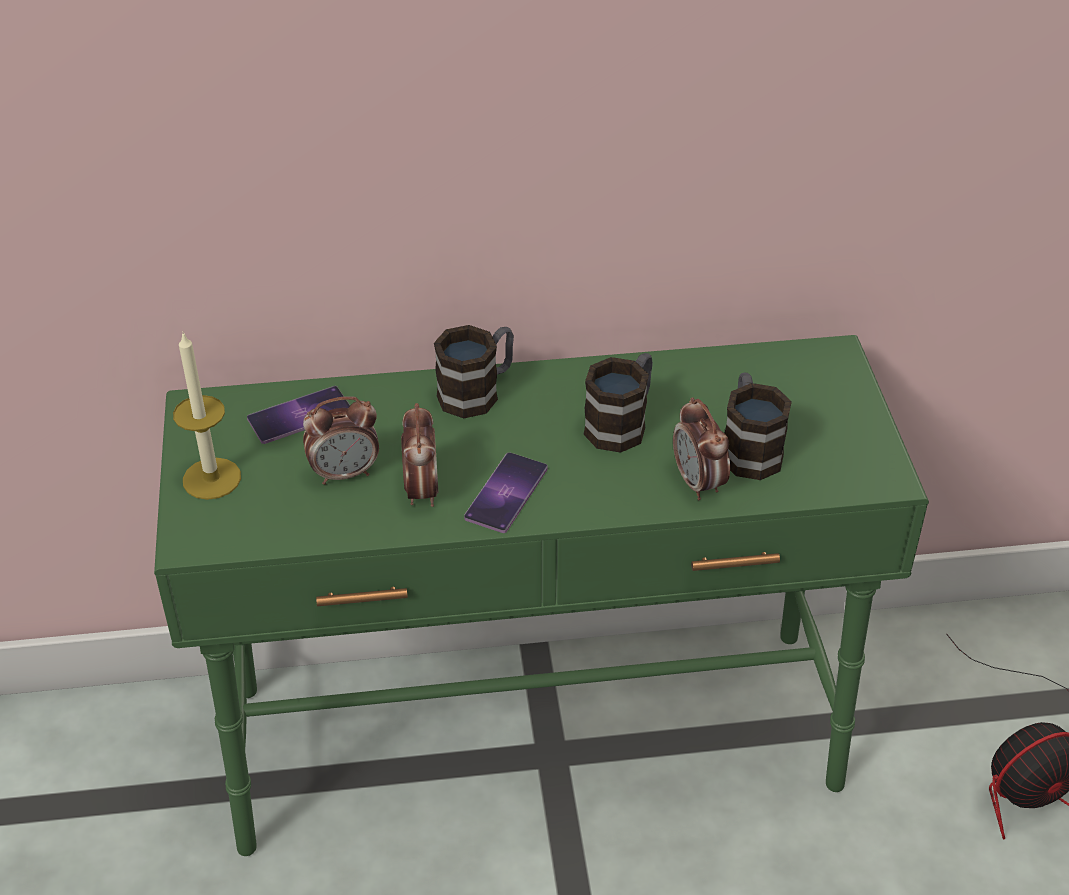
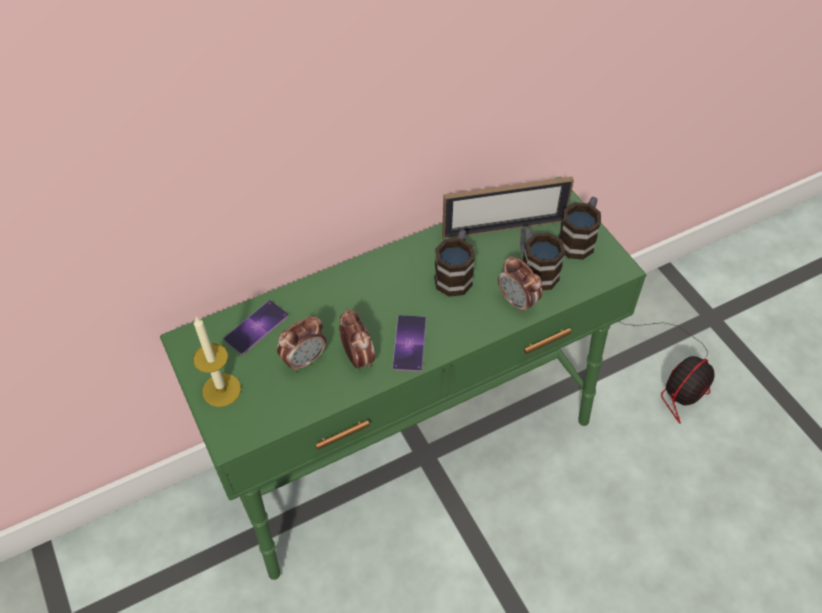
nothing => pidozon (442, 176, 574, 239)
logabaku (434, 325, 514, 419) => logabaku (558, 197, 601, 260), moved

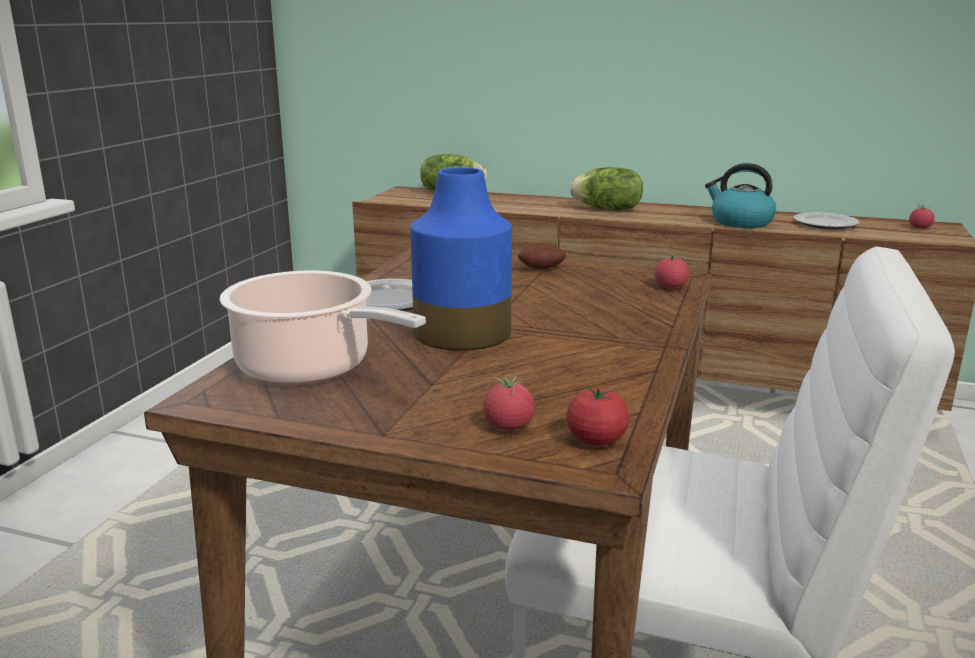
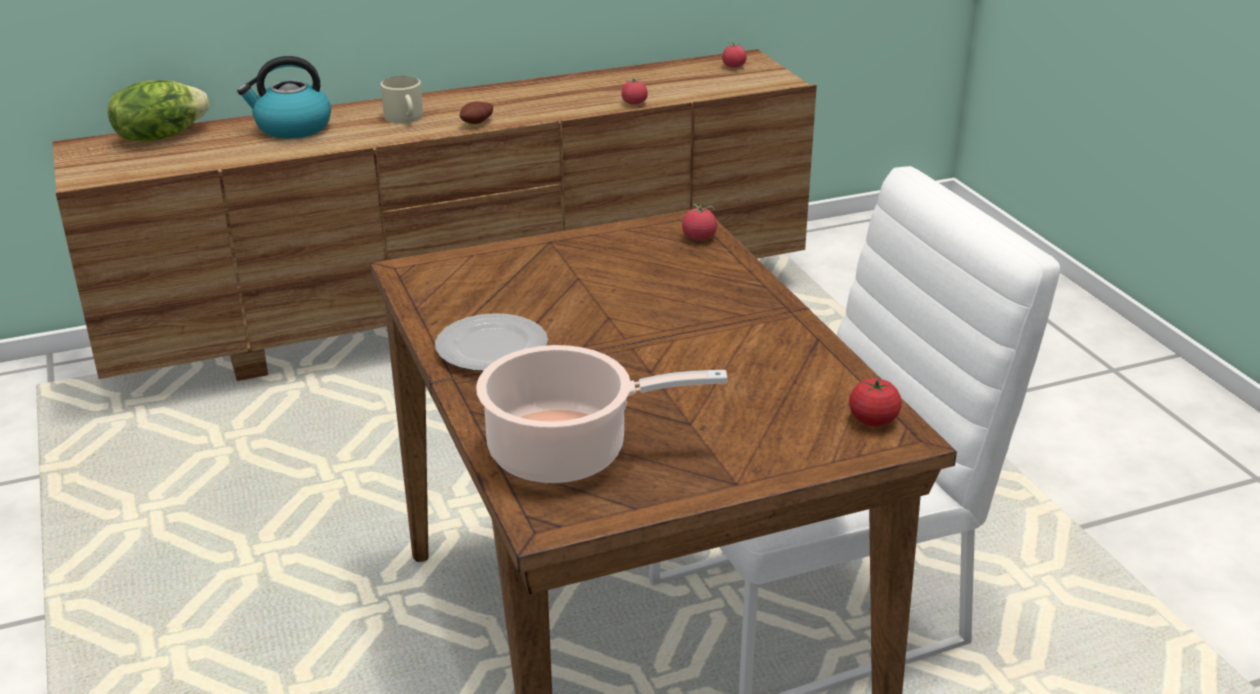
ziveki (705, 163, 776, 228) => ziveki (237, 56, 331, 139), moved
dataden (569, 167, 643, 211) => logabaku (beige) (381, 76, 423, 123)
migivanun (518, 244, 566, 270) => migivanun (459, 102, 493, 124), moved
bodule (483, 376, 535, 430) => bodule (621, 77, 648, 105), moved
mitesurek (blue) (410, 167, 512, 351) => nothing
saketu (793, 212, 859, 230) => nothing

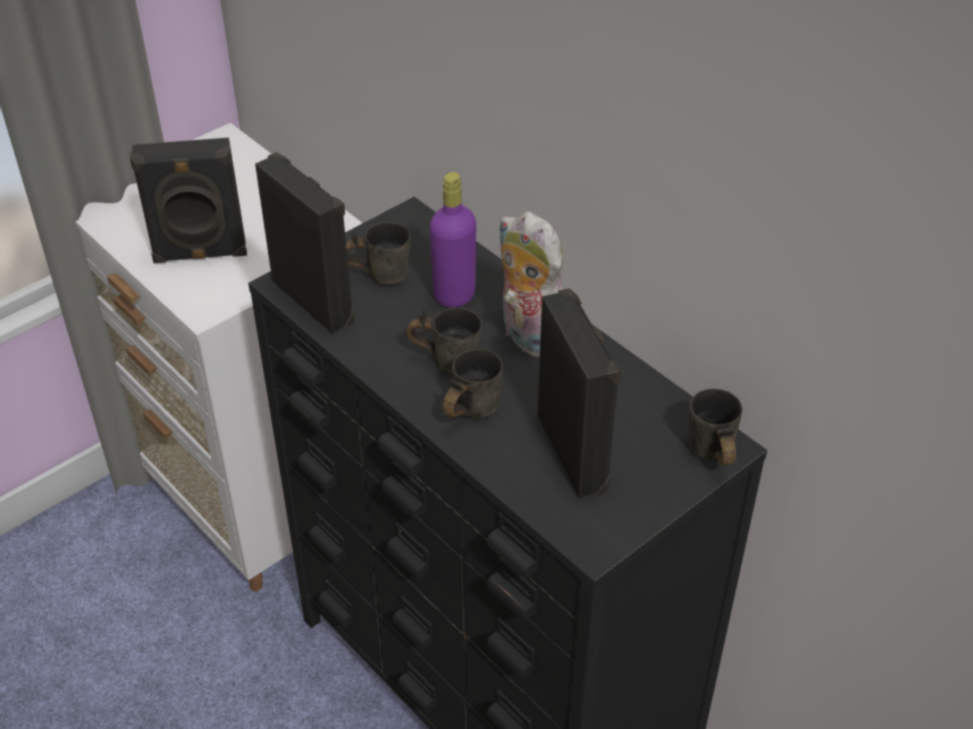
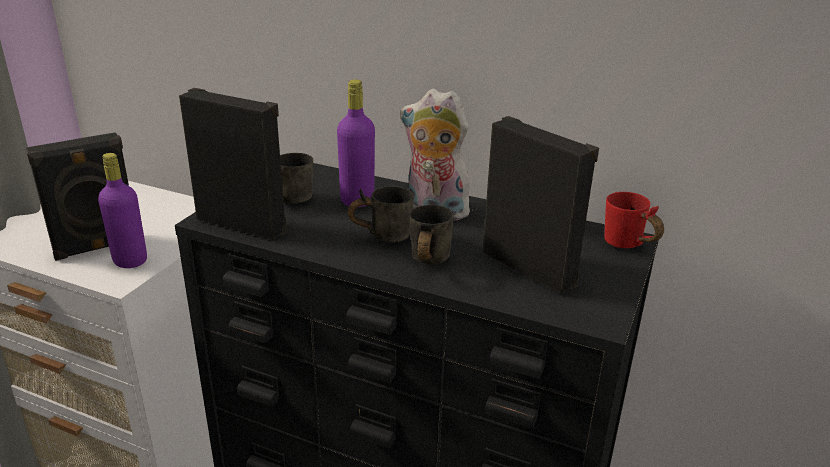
nothing => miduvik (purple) (98, 153, 147, 268)
logabaku (grey) (689, 389, 742, 466) => logabaku (red) (604, 192, 664, 248)

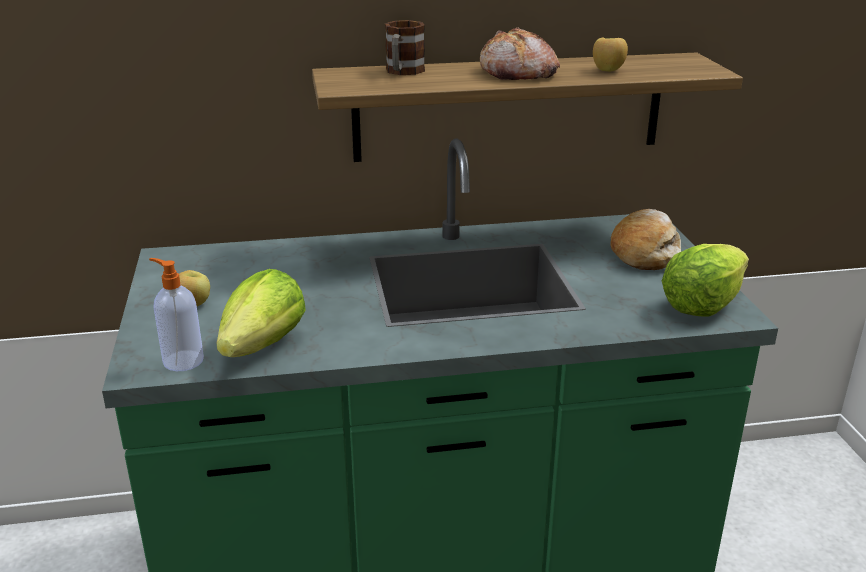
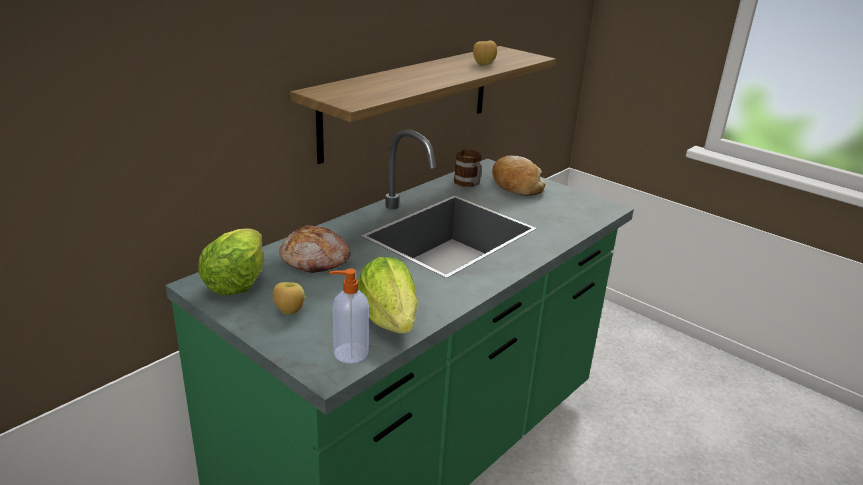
dataden (662, 244, 749, 317) => dataden (198, 229, 263, 295), moved
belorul (480, 27, 560, 80) => belorul (279, 225, 351, 273), moved
logabaku (385, 20, 425, 75) => logabaku (454, 150, 482, 187), moved

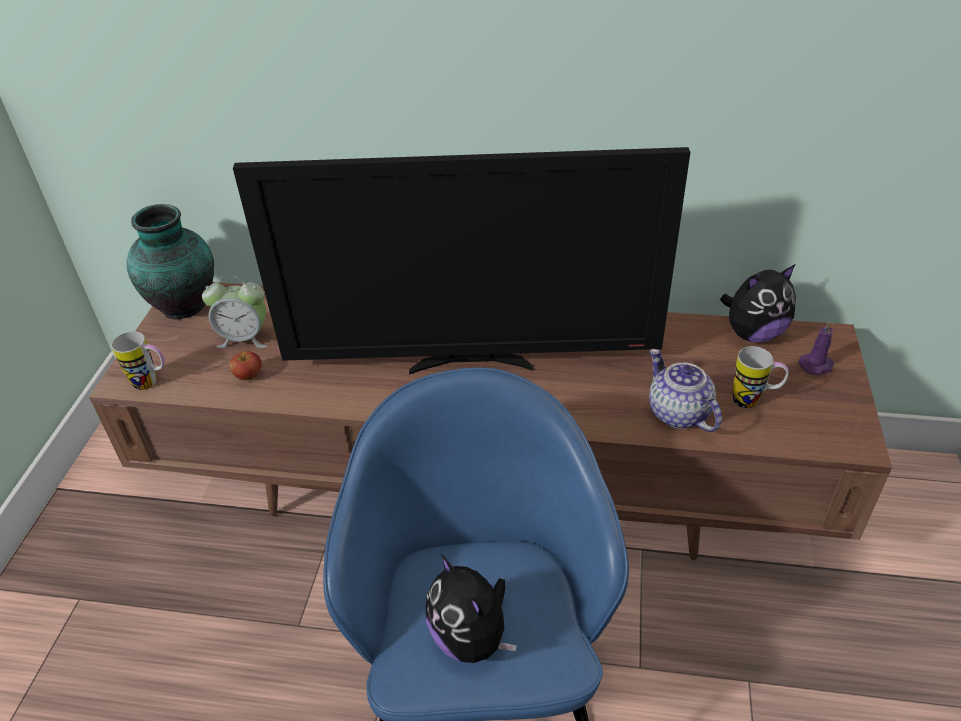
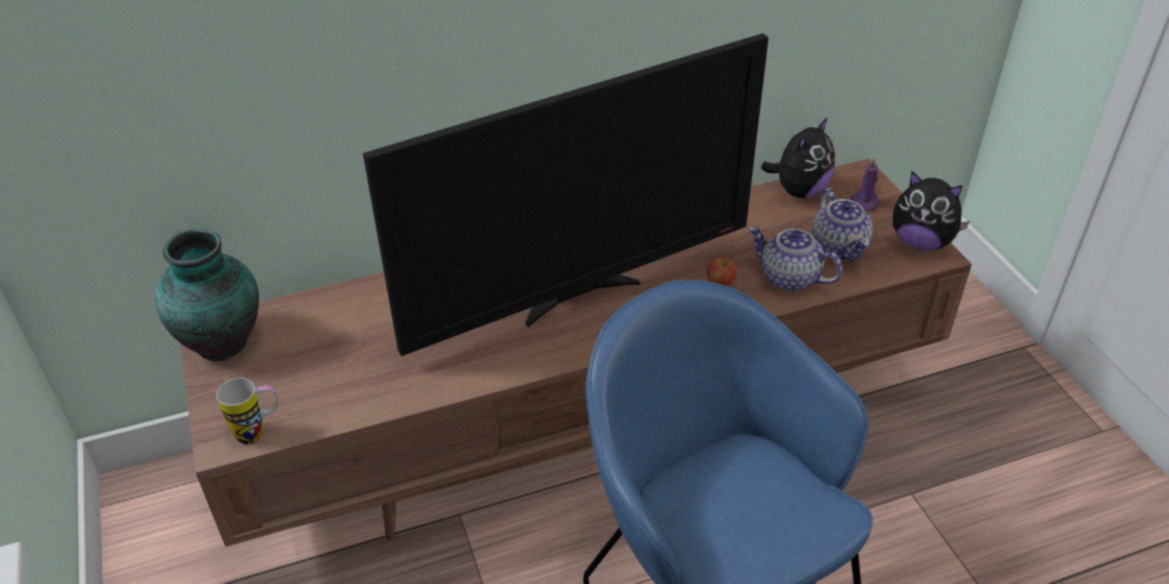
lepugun (229, 351, 261, 380) => lepugun (707, 257, 737, 286), moved
logabaku (733, 346, 789, 408) => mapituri (812, 188, 873, 262)
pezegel (426, 554, 517, 663) => pezegel (893, 171, 970, 250), moved
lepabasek (202, 275, 267, 348) => nothing

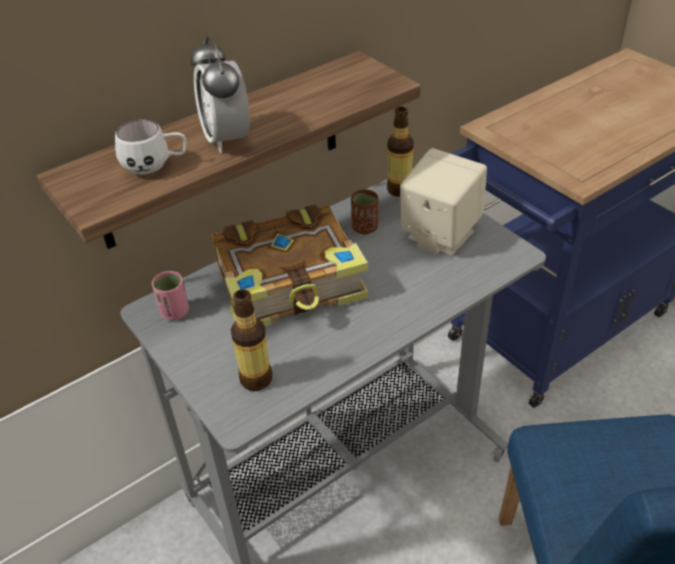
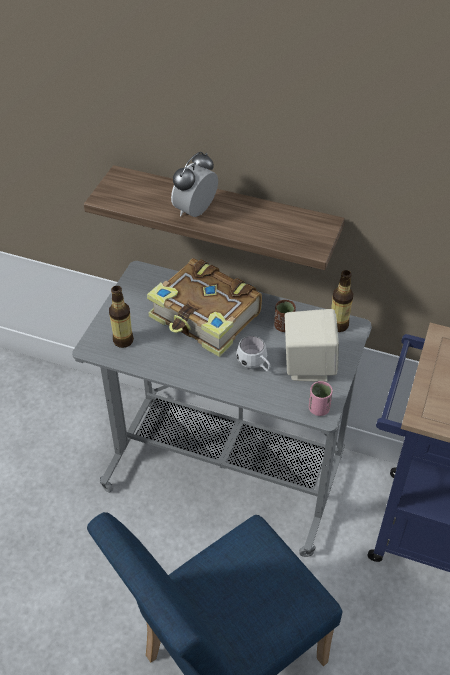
logabaku (white) (115, 120, 187, 175) => logabaku (white) (236, 336, 270, 371), moved
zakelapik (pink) (152, 271, 189, 320) => zakelapik (pink) (309, 381, 333, 416), moved

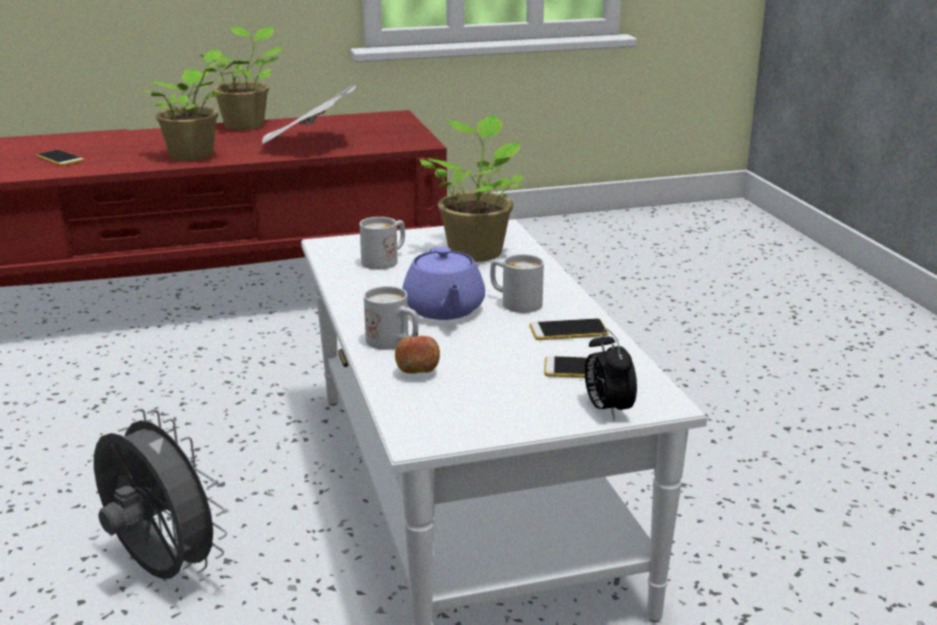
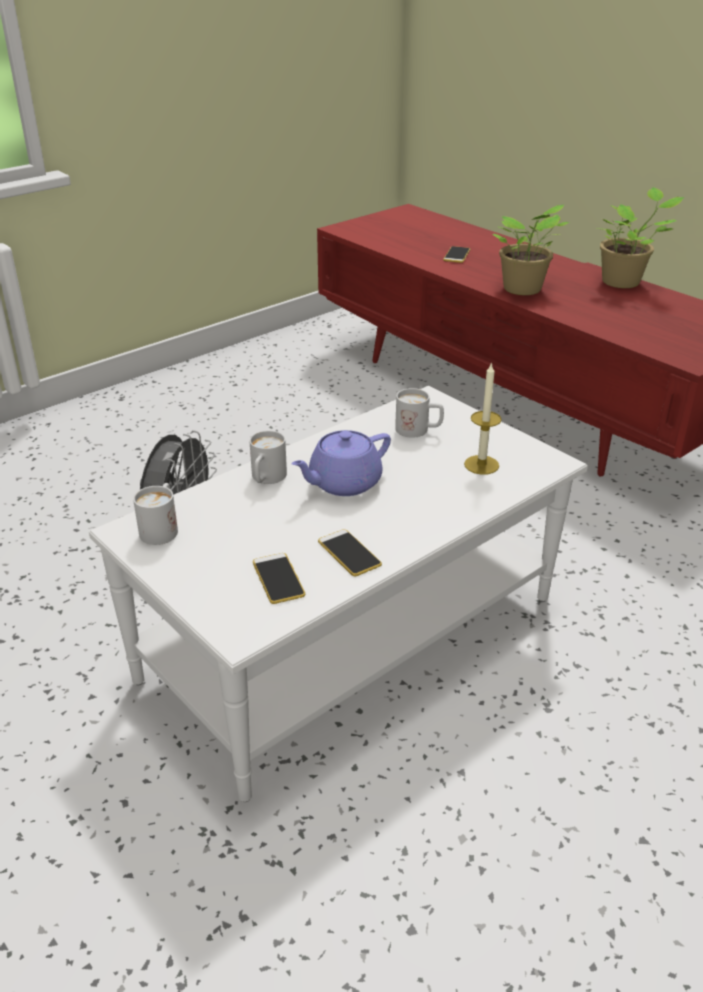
logabaku (white) (490, 254, 544, 313) => logabaku (white) (133, 483, 178, 545), moved
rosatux (419, 115, 523, 262) => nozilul (464, 362, 502, 475)
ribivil (262, 85, 356, 144) => nothing
lepugun (395, 333, 440, 374) => nothing
lepabasek (585, 328, 637, 420) => nothing

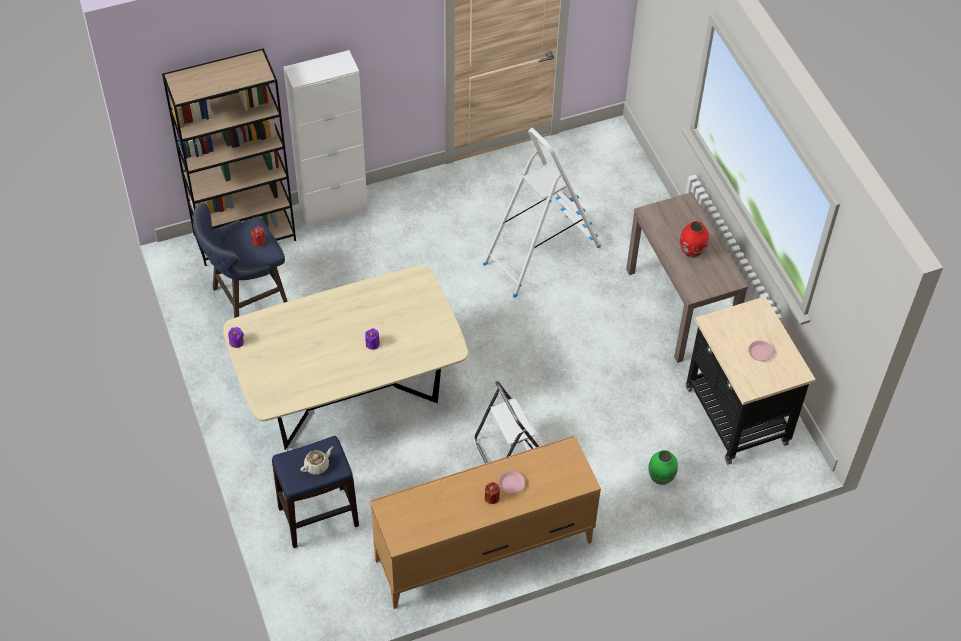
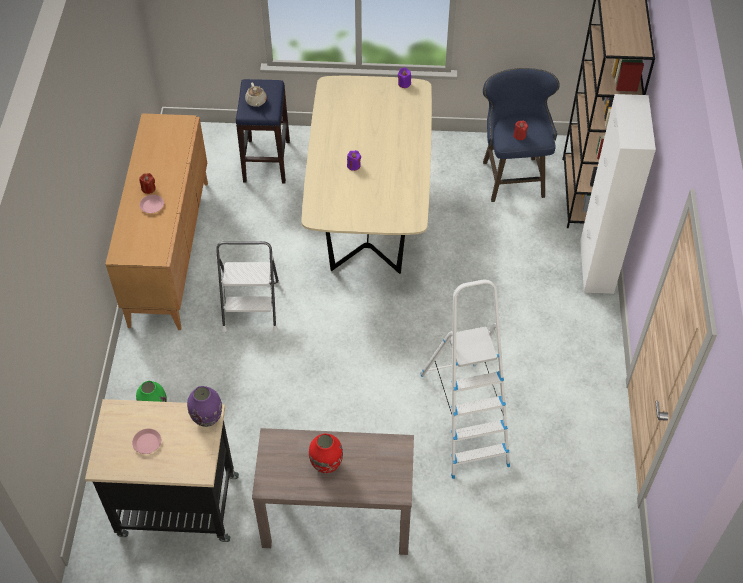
nothing => mitesurek (purple) (187, 386, 222, 427)

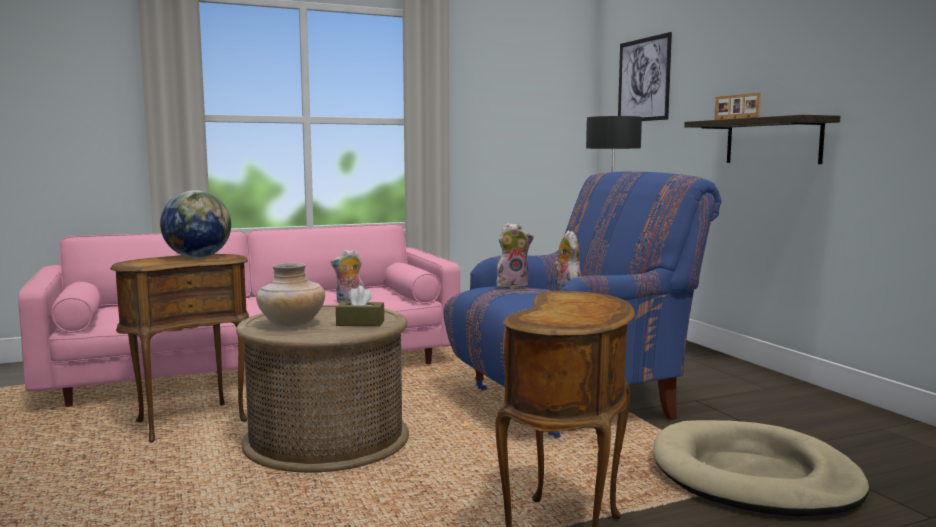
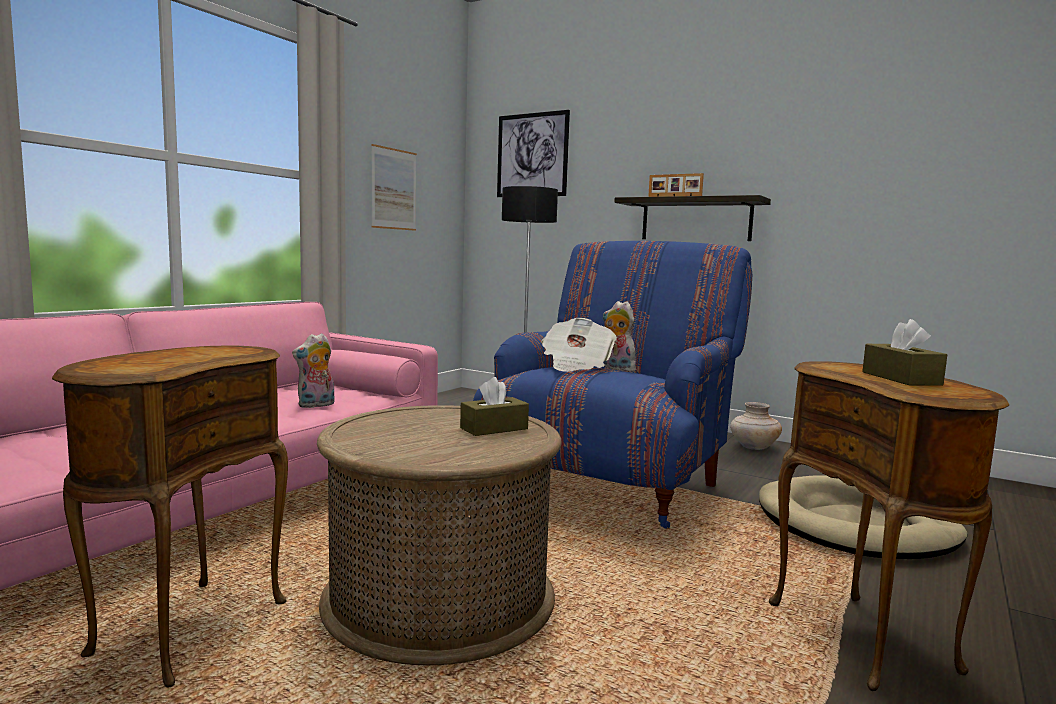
nothing => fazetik (371, 144, 417, 231)
pezegel (496, 223, 534, 289) => ribivil (541, 318, 617, 372)
mitesurek (beige) (256, 263, 325, 327) => mitesurek (beige) (730, 402, 782, 450), moved
nothing => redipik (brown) (862, 319, 947, 386)
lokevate (160, 190, 231, 258) => nothing

